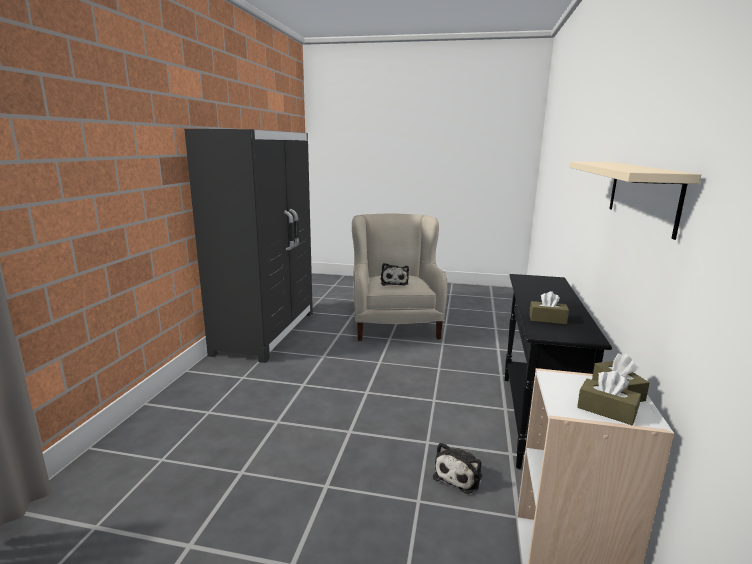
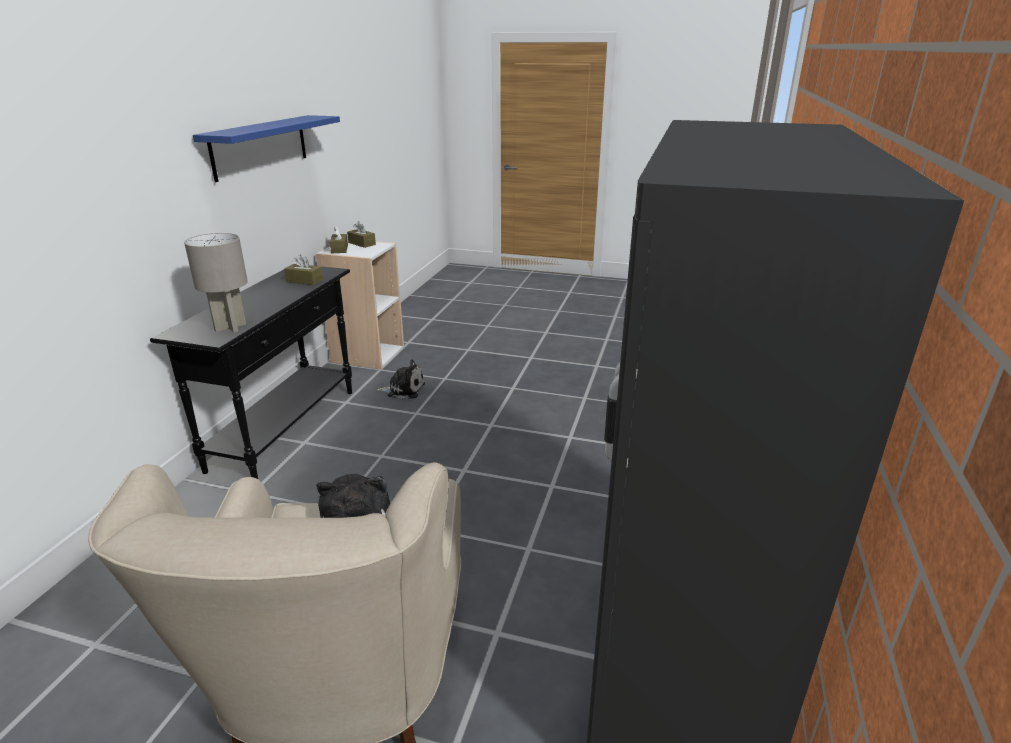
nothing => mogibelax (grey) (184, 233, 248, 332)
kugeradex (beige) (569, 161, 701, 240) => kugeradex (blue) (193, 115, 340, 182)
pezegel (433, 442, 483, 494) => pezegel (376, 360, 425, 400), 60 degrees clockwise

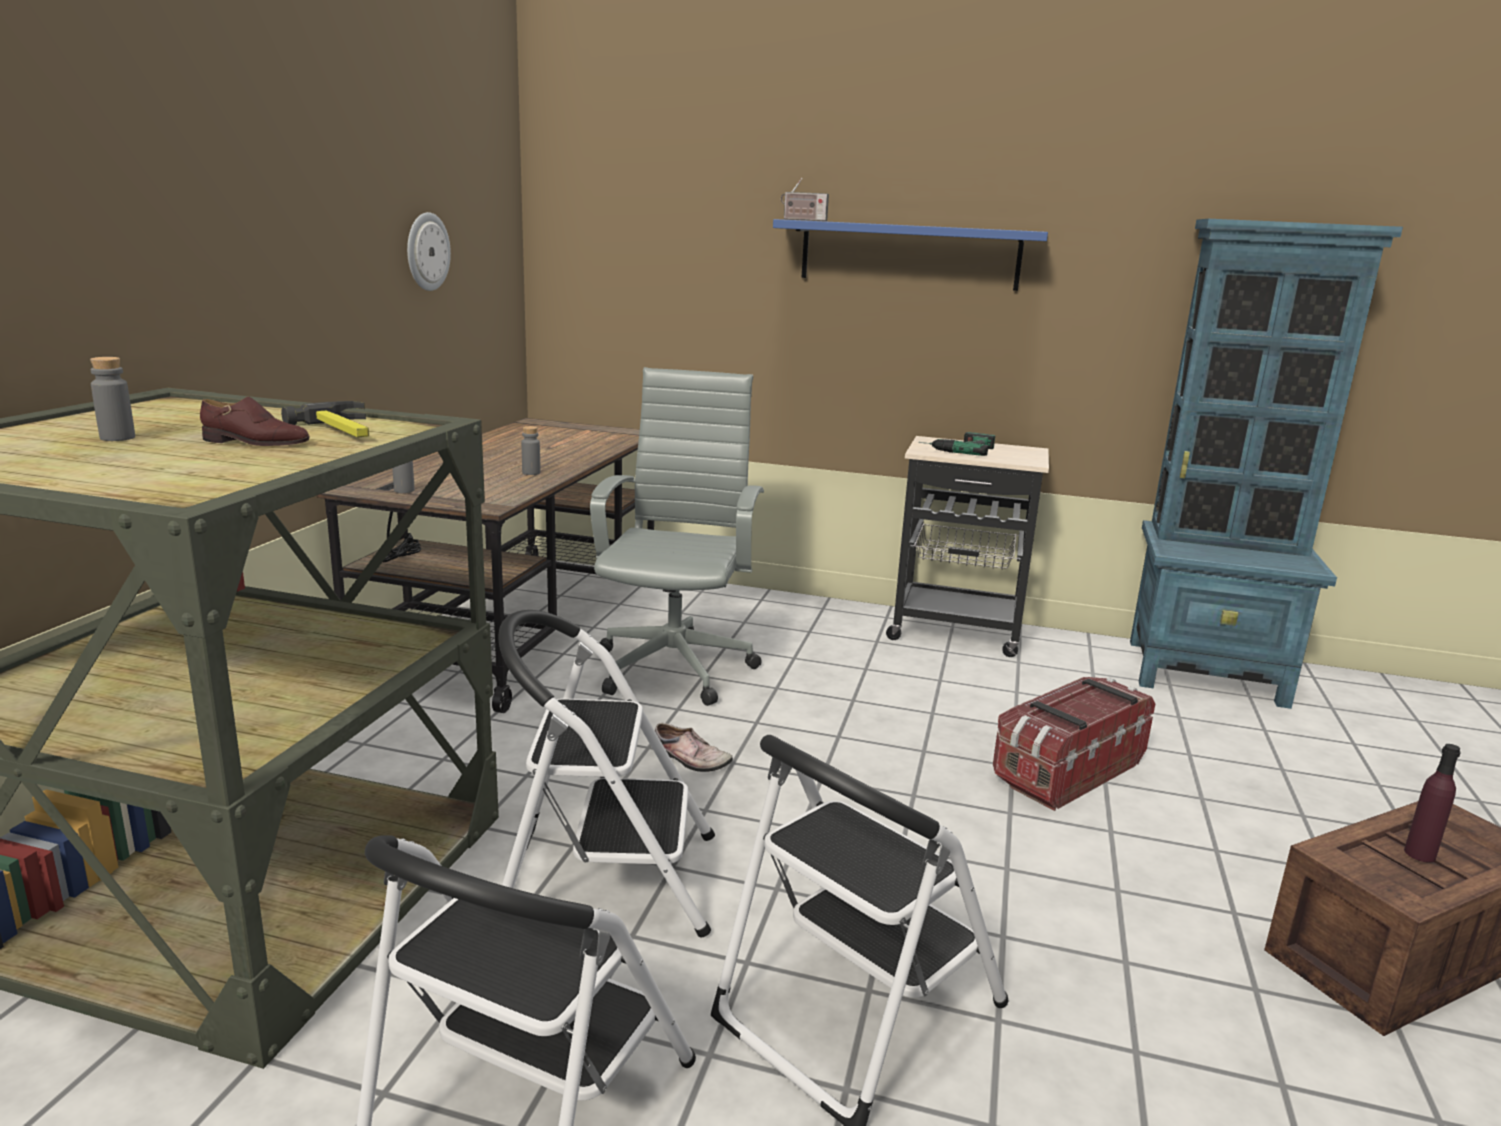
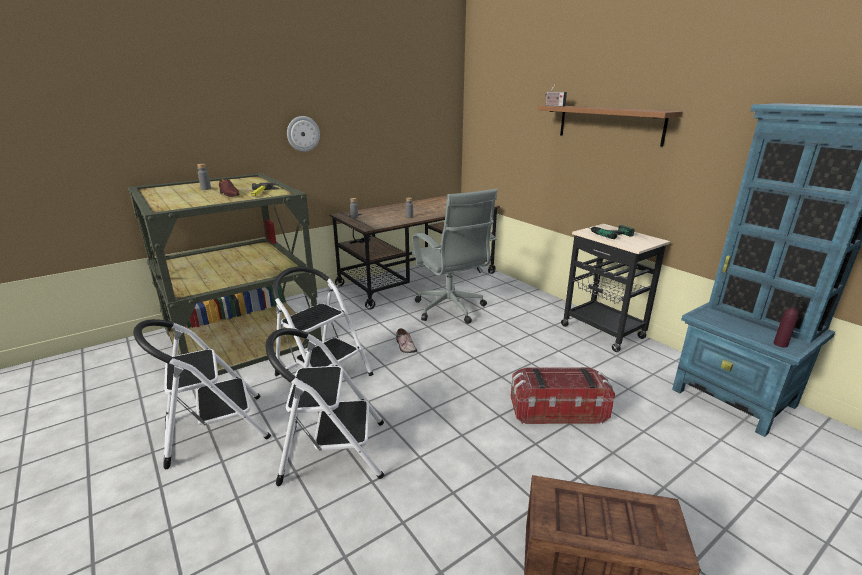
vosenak (407, 212, 451, 291) => vosenak (287, 116, 320, 152), moved
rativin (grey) (590, 367, 764, 706) => rativin (grey) (412, 188, 498, 324), 105 degrees clockwise
kugeradex (blue) (773, 219, 1048, 291) => kugeradex (brown) (538, 106, 682, 147)
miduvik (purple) (1404, 744, 1461, 863) => miduvik (purple) (773, 295, 801, 348), moved

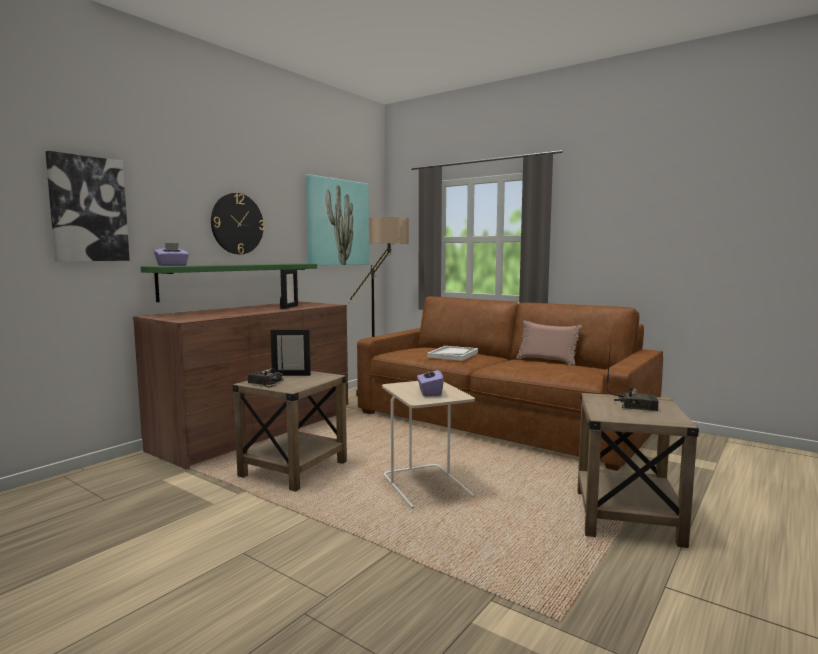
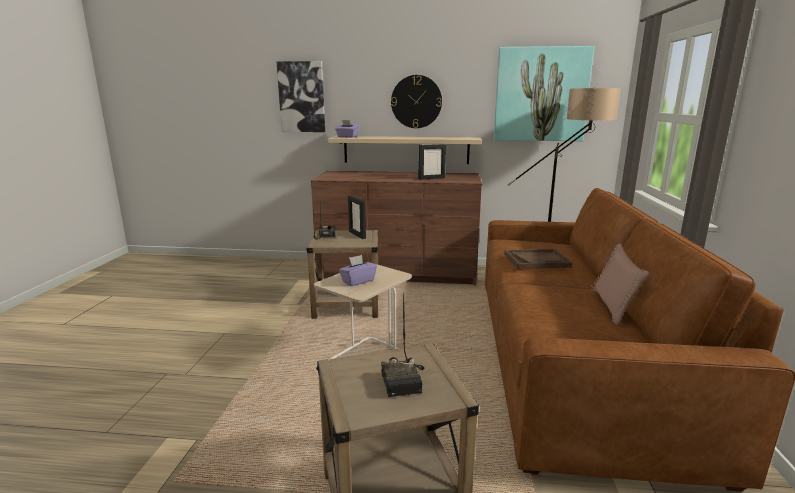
kugeradex (green) (141, 264, 317, 302) => kugeradex (beige) (328, 136, 482, 164)
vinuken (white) (427, 346, 478, 361) => vinuken (brown) (504, 249, 572, 269)

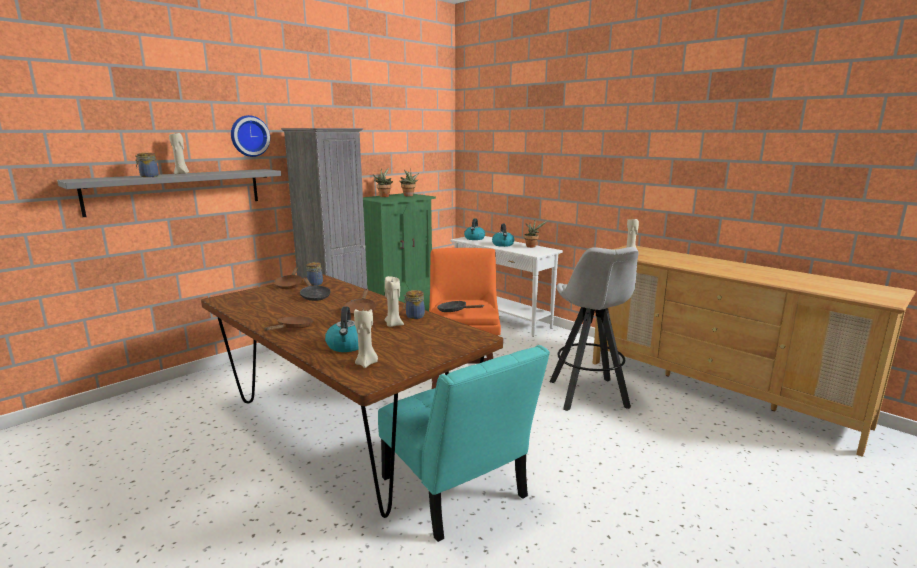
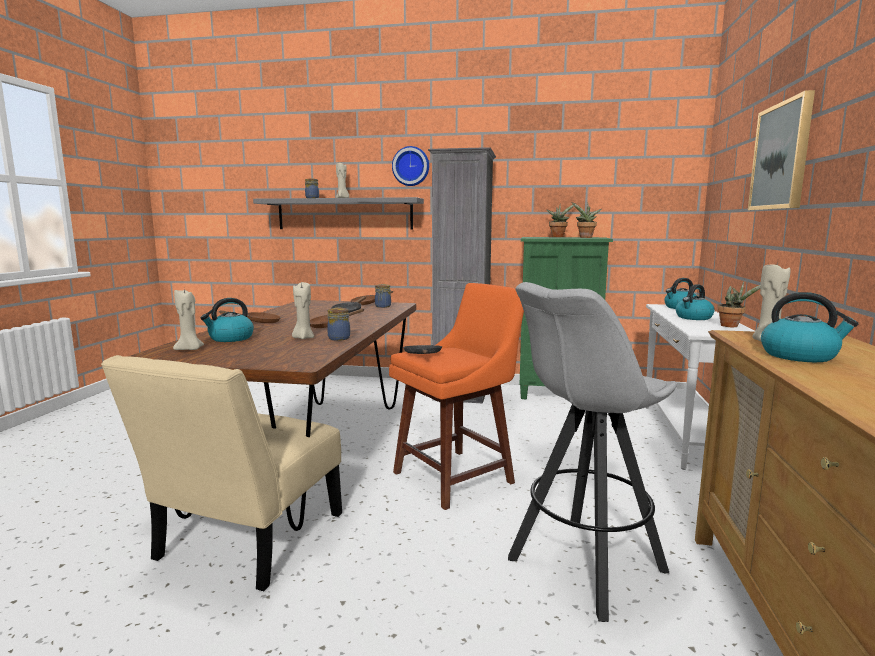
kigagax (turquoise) (378, 345, 550, 542) => kigagax (beige) (101, 355, 342, 591)
nothing => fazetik (748, 90, 815, 210)
nothing => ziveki (761, 292, 859, 362)

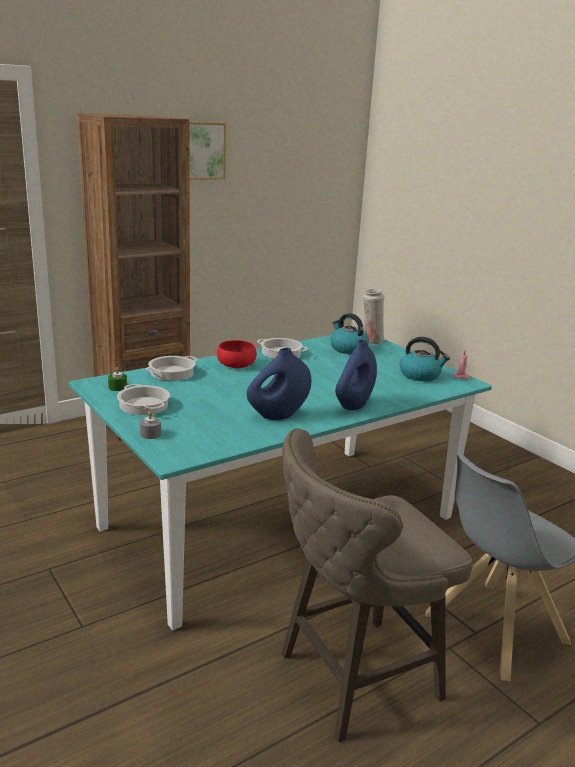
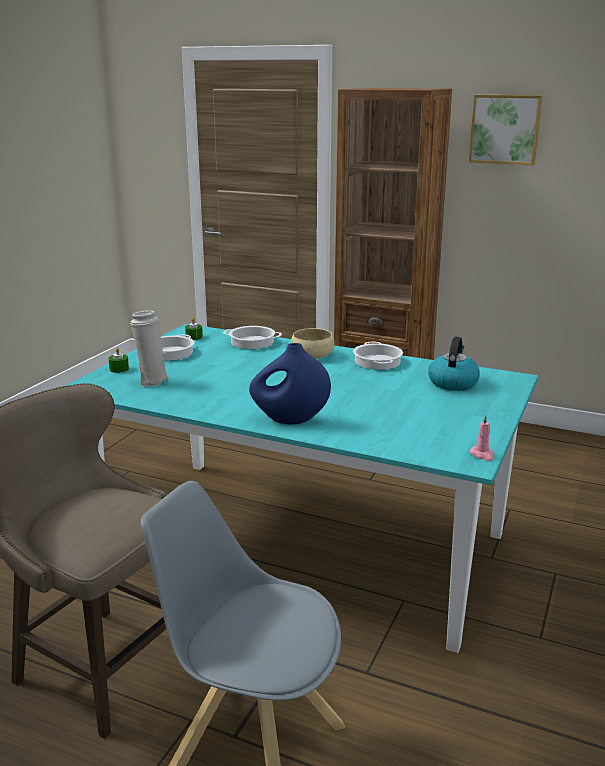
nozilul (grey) (139, 411, 161, 439) => nozilul (green) (108, 348, 129, 373)
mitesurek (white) (363, 288, 385, 344) => mitesurek (white) (130, 310, 169, 387), moved
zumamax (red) (217, 340, 257, 368) => zumamax (beige) (291, 328, 334, 359)
mitesurek (blue) (247, 348, 311, 420) => nothing
ziveki (400, 337, 450, 381) => nothing

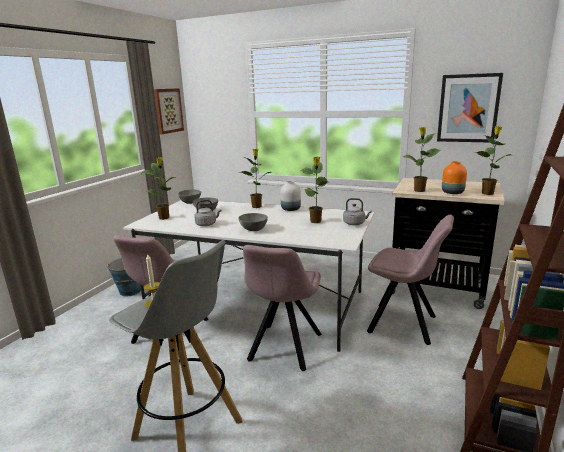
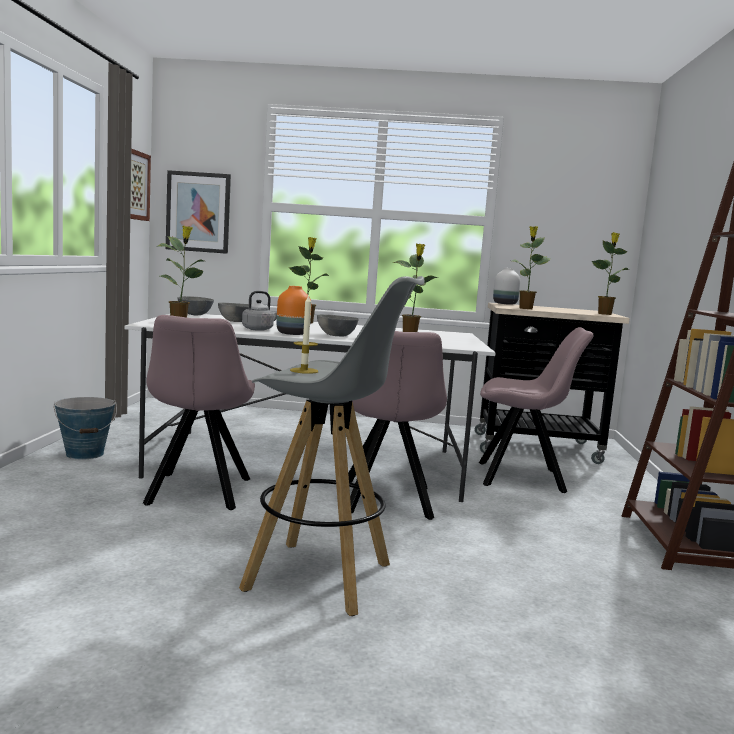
fazetik (437, 73, 503, 143) => fazetik (166, 170, 231, 254), moved
mitesurek (orange) (442, 161, 467, 194) => mitesurek (orange) (277, 286, 311, 335), moved
mitesurek (white) (280, 181, 301, 211) => mitesurek (white) (493, 268, 520, 304), moved
ziveki (grey) (343, 198, 372, 225) => nothing

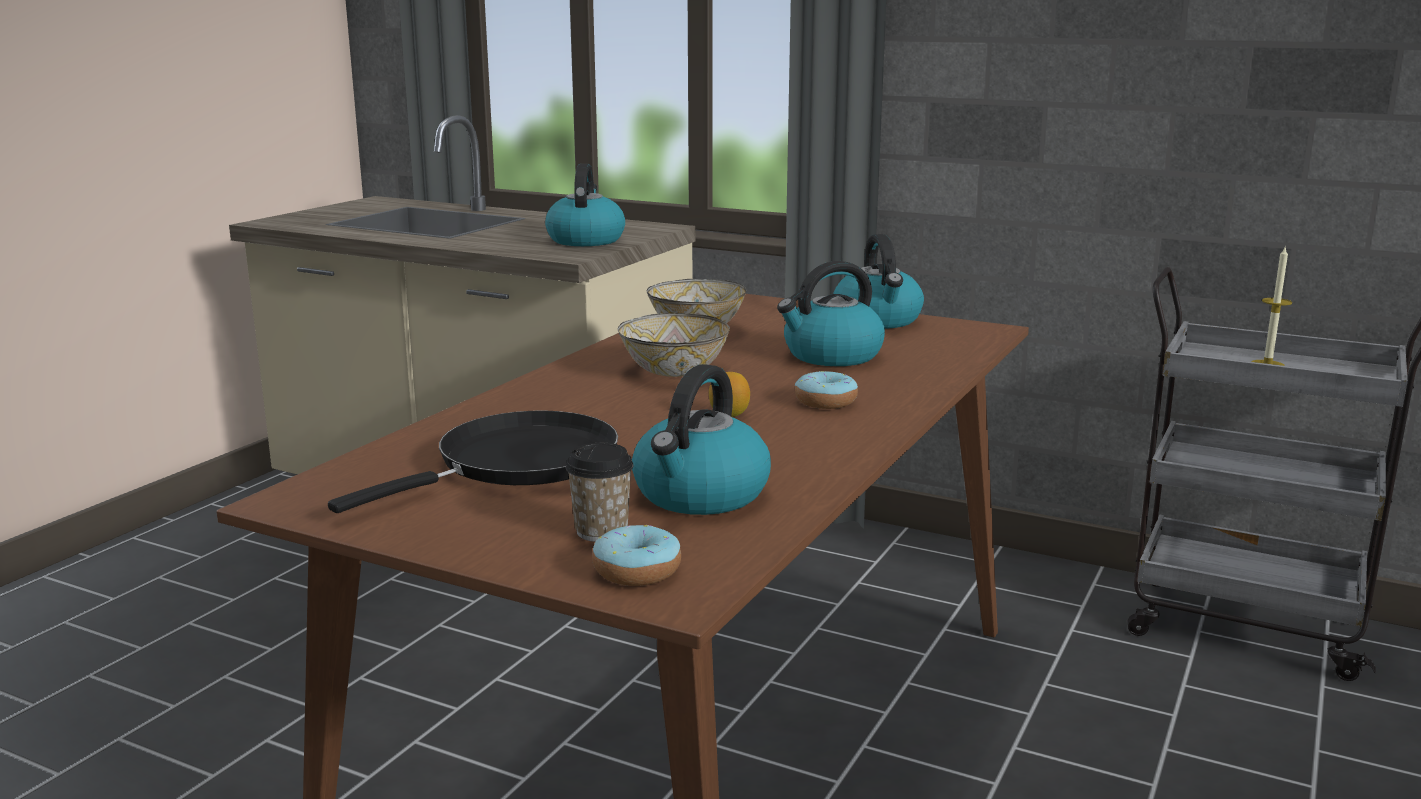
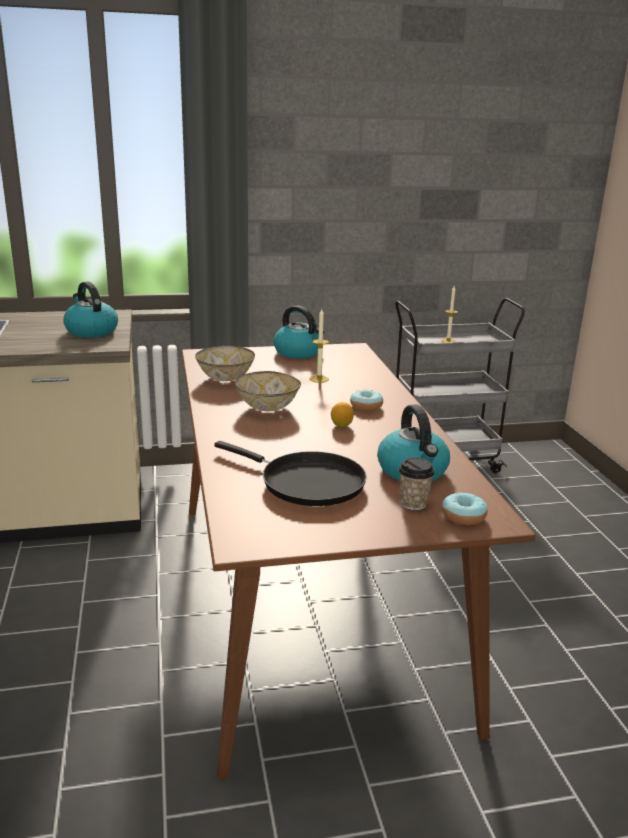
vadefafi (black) (328, 411, 618, 513) => vadefafi (black) (215, 441, 367, 506), 120 degrees clockwise
ziveki (777, 261, 885, 366) => nozilul (310, 309, 329, 383)

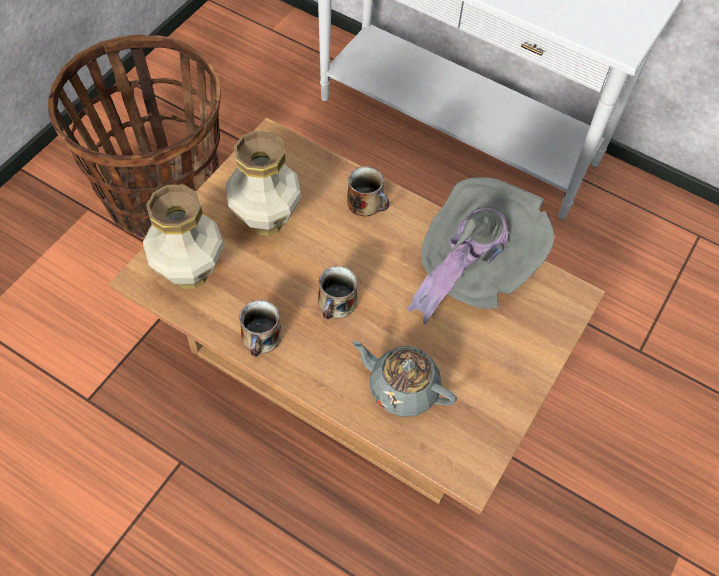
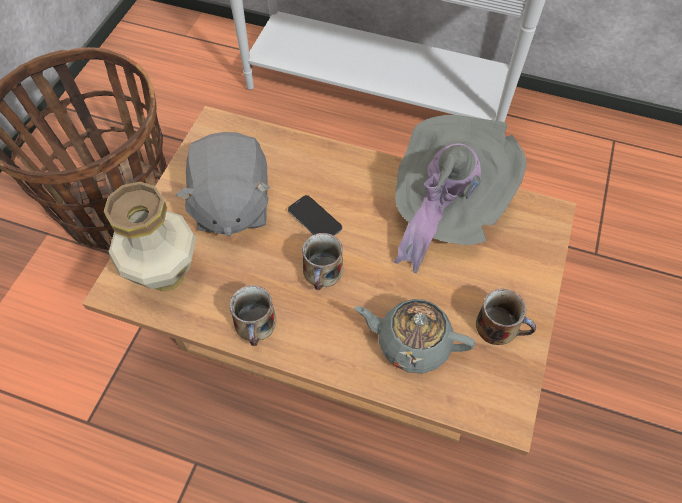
mitesurek (226, 130, 302, 236) => pezegel (grey) (176, 132, 271, 236)
nothing => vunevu (288, 195, 342, 236)
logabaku (347, 166, 389, 216) => logabaku (476, 289, 536, 345), moved

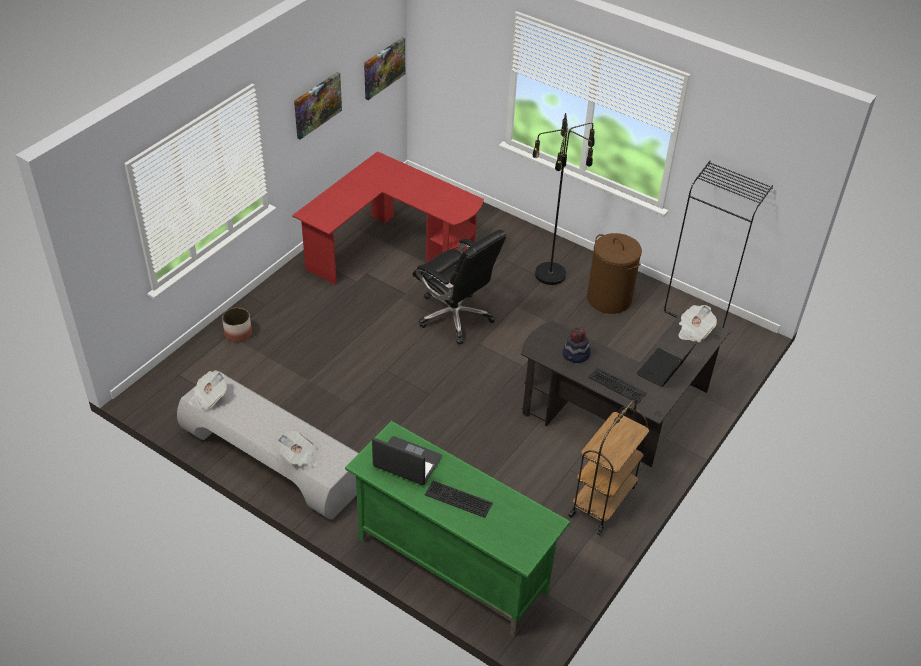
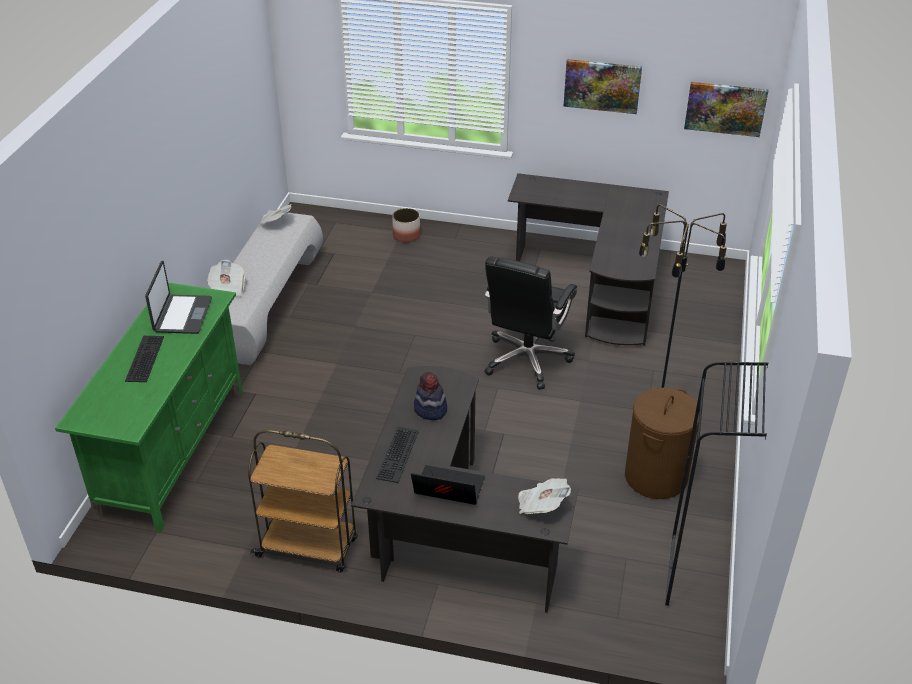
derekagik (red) (292, 151, 484, 285) => derekagik (black) (508, 173, 669, 346)

